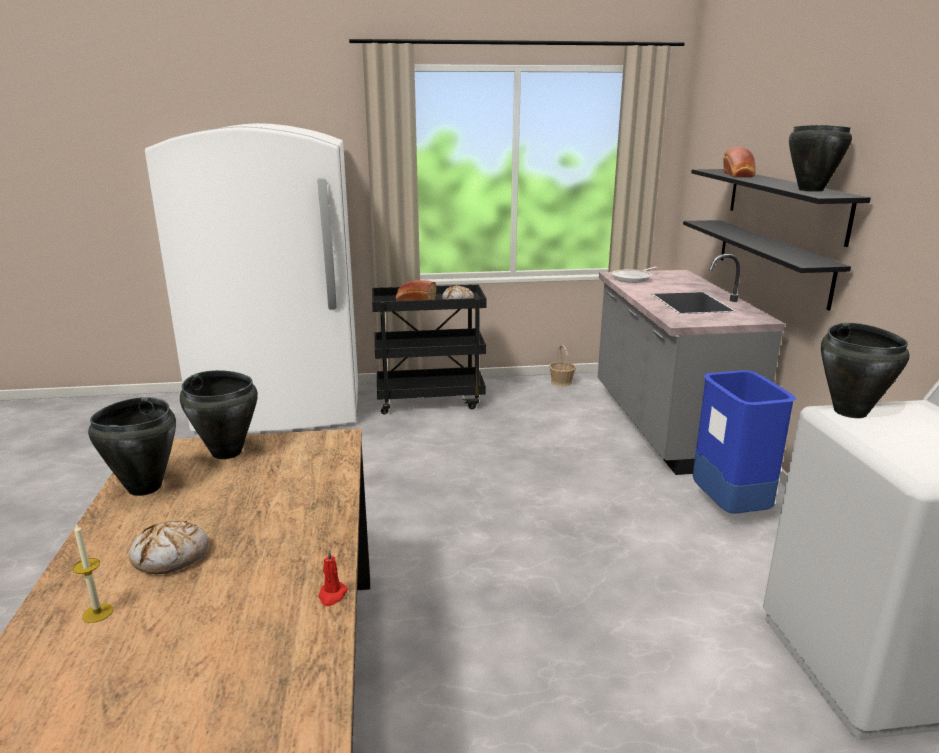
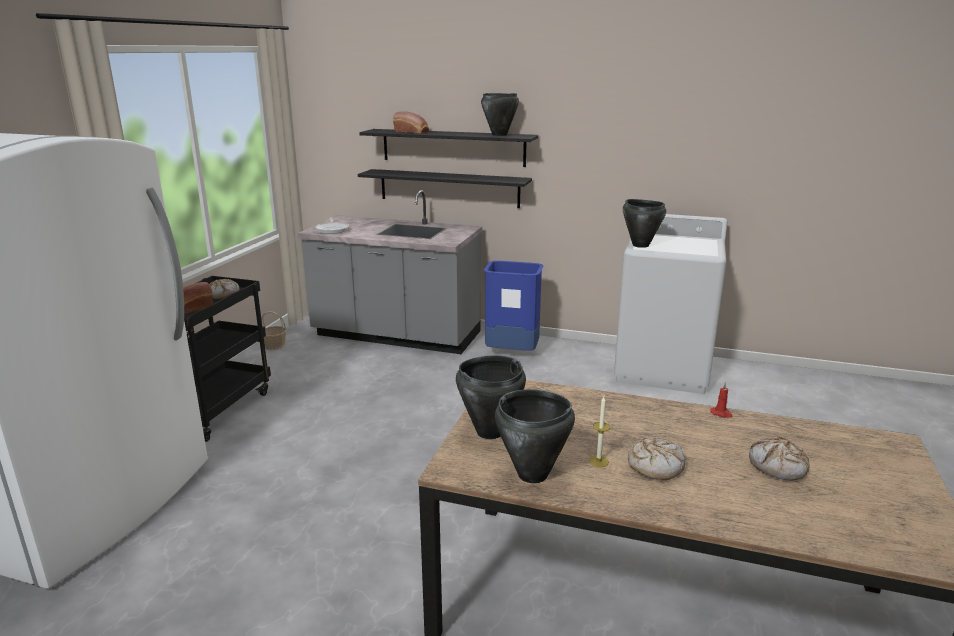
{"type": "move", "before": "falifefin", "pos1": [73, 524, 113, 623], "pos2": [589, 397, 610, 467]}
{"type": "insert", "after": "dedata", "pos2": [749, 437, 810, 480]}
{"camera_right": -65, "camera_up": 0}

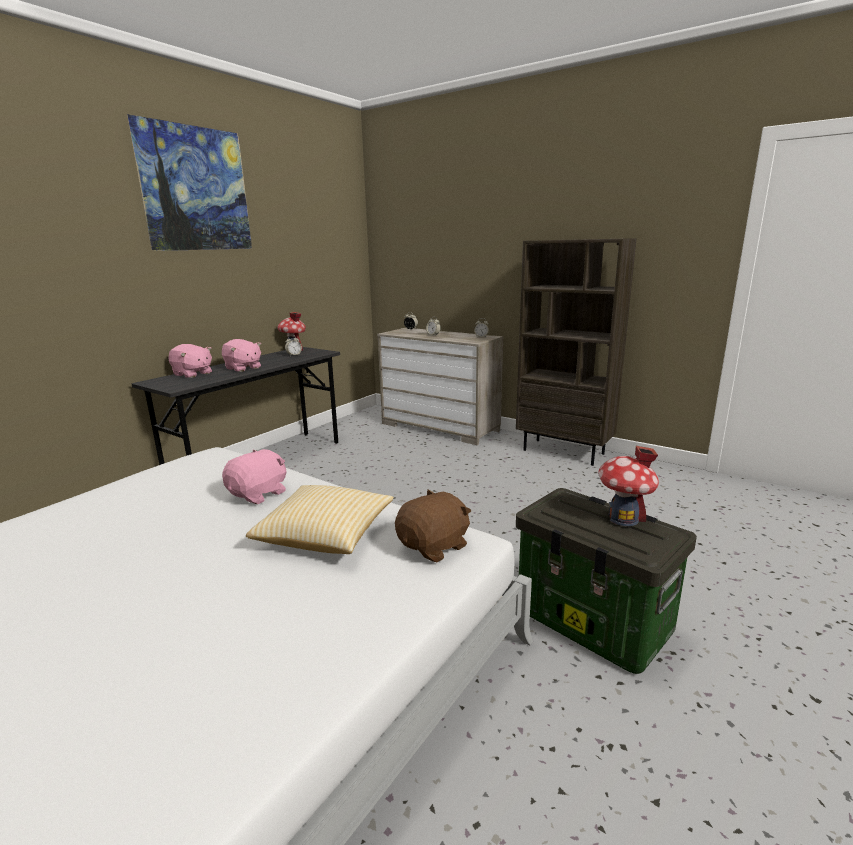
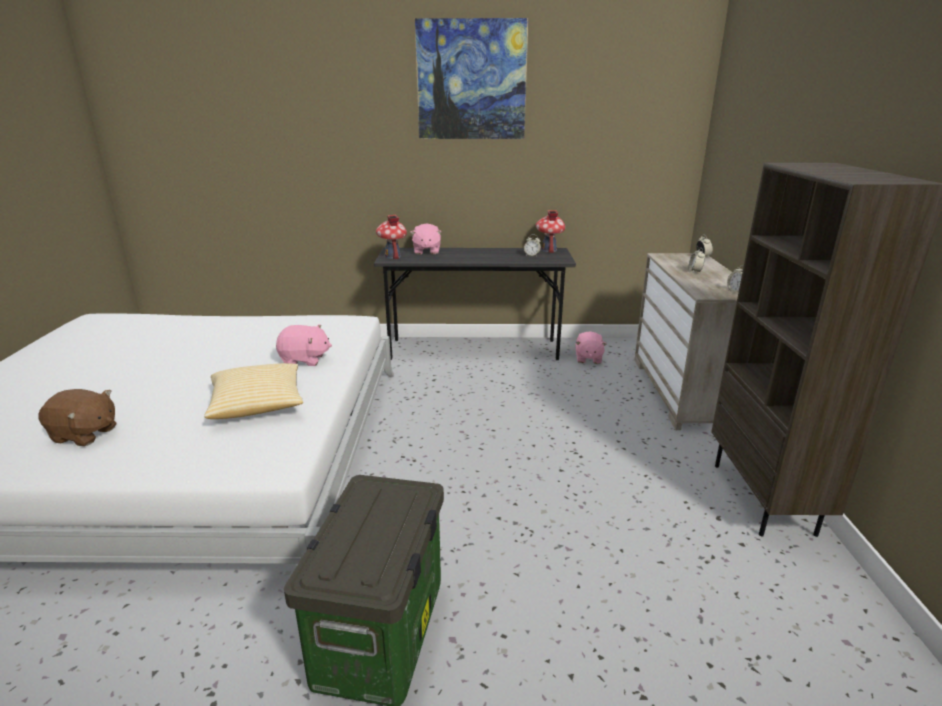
{"type": "move", "before": "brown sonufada", "pos1": [395, 490, 471, 563], "pos2": [39, 389, 117, 446]}
{"type": "move", "before": "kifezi", "pos1": [599, 446, 659, 526], "pos2": [376, 215, 407, 260]}
{"type": "move", "before": "pink sonufada", "pos1": [222, 339, 261, 372], "pos2": [575, 331, 607, 364]}
{"camera_right": 55, "camera_up": 5}

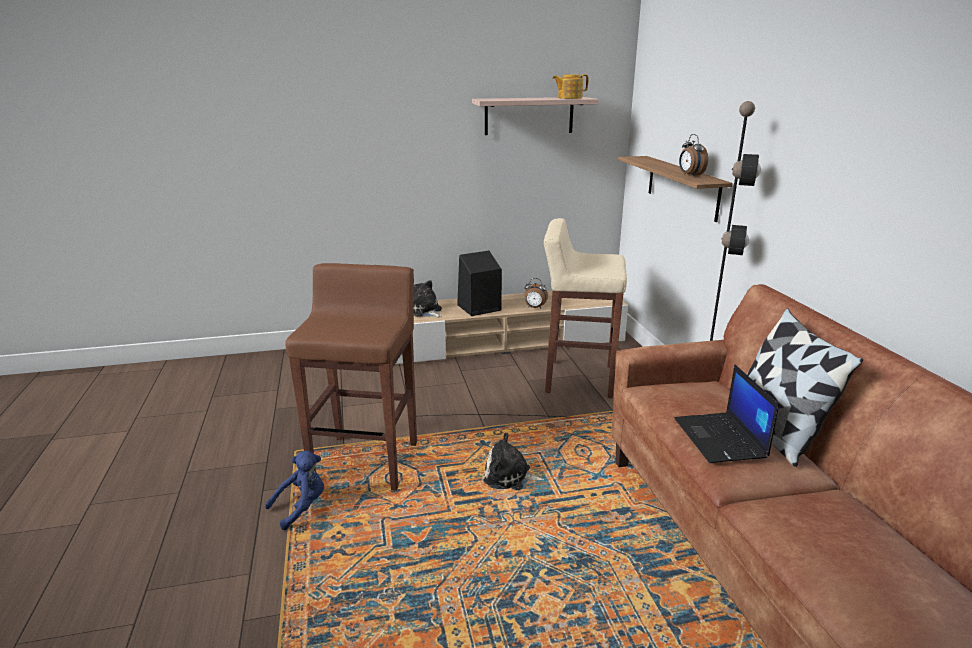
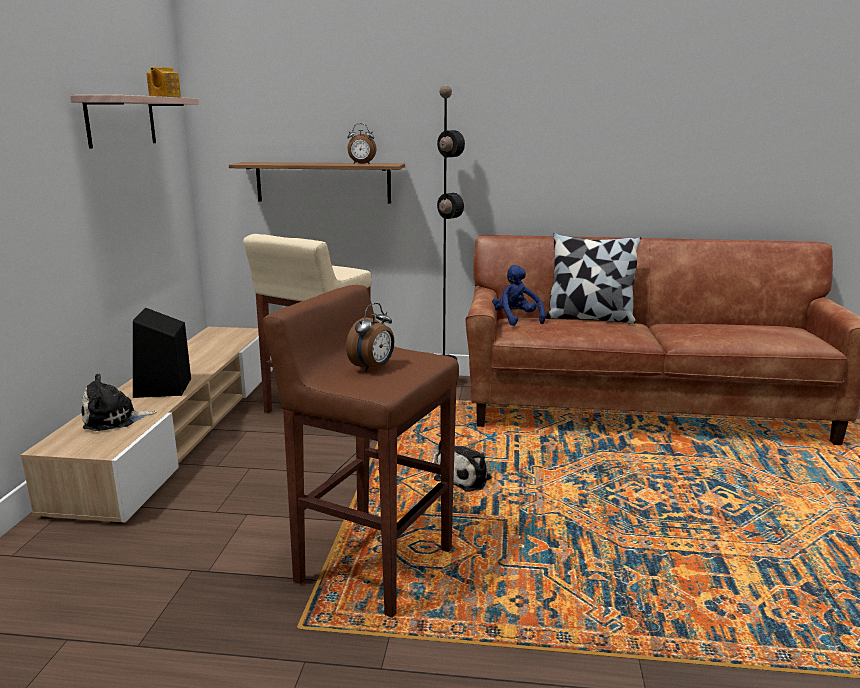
{"type": "move", "before": "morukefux", "pos1": [524, 278, 548, 309], "pos2": [346, 303, 394, 372]}
{"type": "move", "before": "blue sonufada", "pos1": [265, 451, 324, 530], "pos2": [492, 265, 545, 326]}
{"type": "delete", "before": "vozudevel", "pos1": [674, 364, 779, 463]}
{"camera_right": -70, "camera_up": -5}

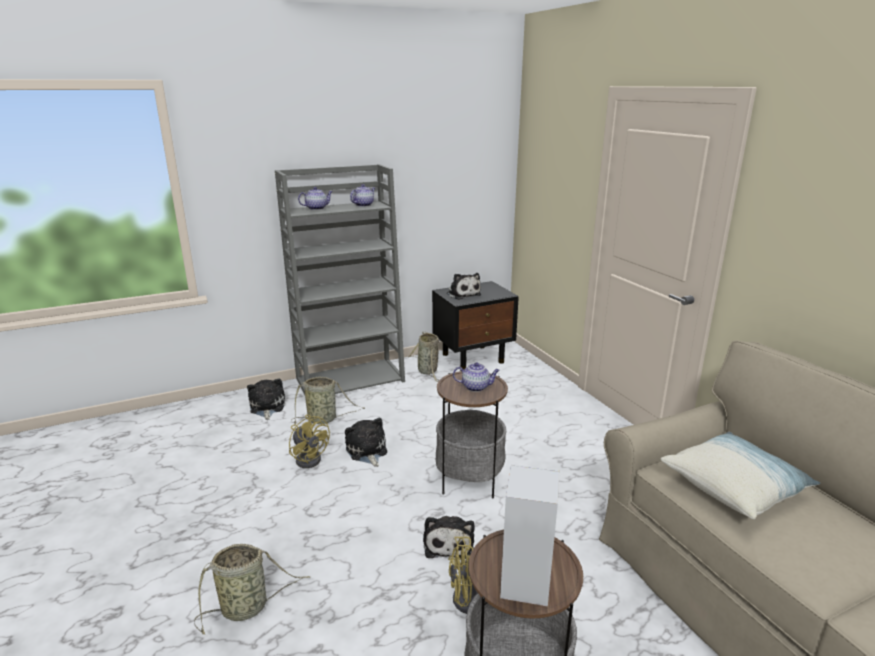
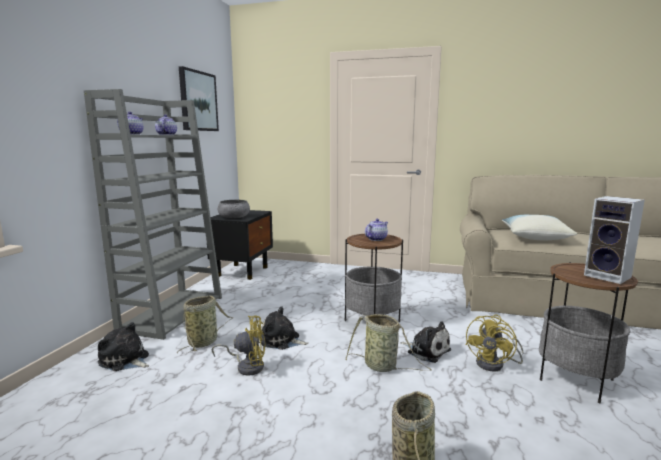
{"type": "insert", "after": "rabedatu", "pos2": [179, 66, 219, 131]}
{"type": "replace", "before": "sonufada", "after": "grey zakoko", "pos1": [447, 273, 481, 300], "pos2": [218, 200, 250, 218]}
{"type": "move", "before": "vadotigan", "pos1": [409, 332, 439, 382], "pos2": [345, 314, 431, 372]}
{"camera_right": -50, "camera_up": -10}

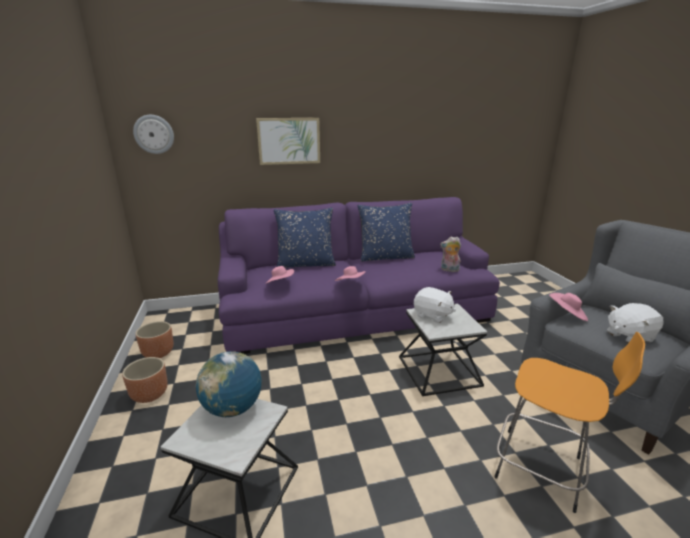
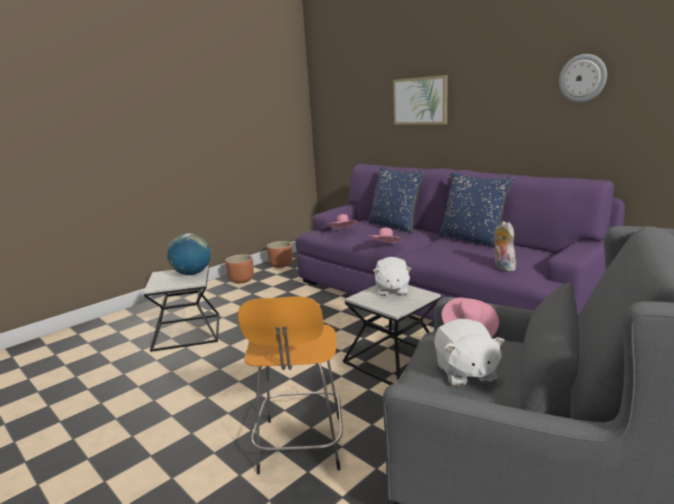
{"type": "rotate", "before": "white sonufada", "pos1": [607, 303, 663, 344], "pos2": [434, 319, 505, 387], "turn": -135}
{"type": "move", "before": "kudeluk", "pos1": [133, 115, 174, 154], "pos2": [559, 54, 607, 102]}
{"camera_right": 60, "camera_up": -5}

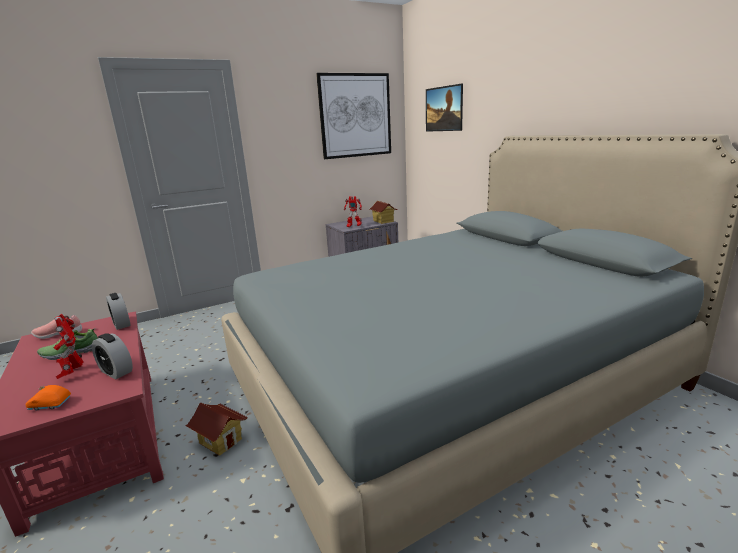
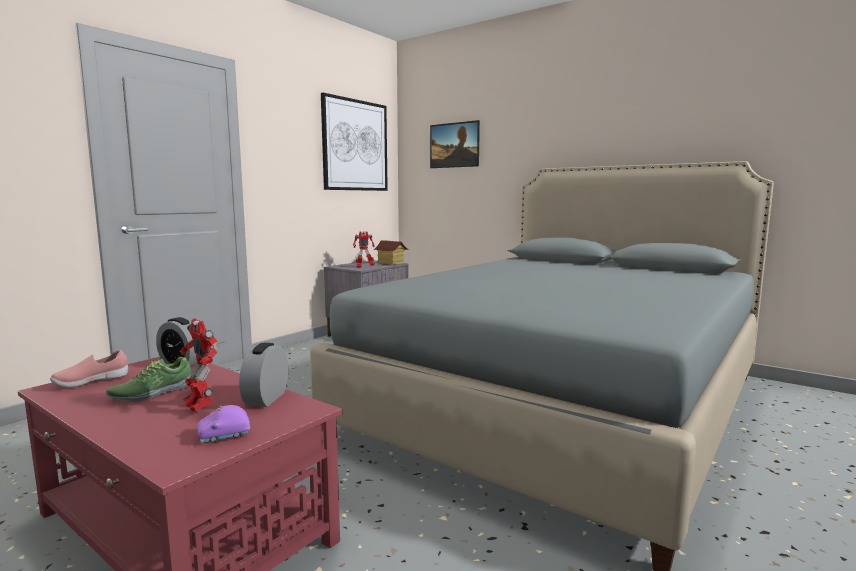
{"type": "recolor", "before": "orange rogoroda", "after": "purple rogoroda", "pos1": [26, 385, 71, 410], "pos2": [197, 405, 250, 443]}
{"type": "rotate", "before": "morukefux", "pos1": [92, 333, 133, 380], "pos2": [239, 343, 288, 407], "turn": 90}
{"type": "delete", "before": "kifezi", "pos1": [185, 403, 248, 456]}
{"camera_right": -25, "camera_up": -10}

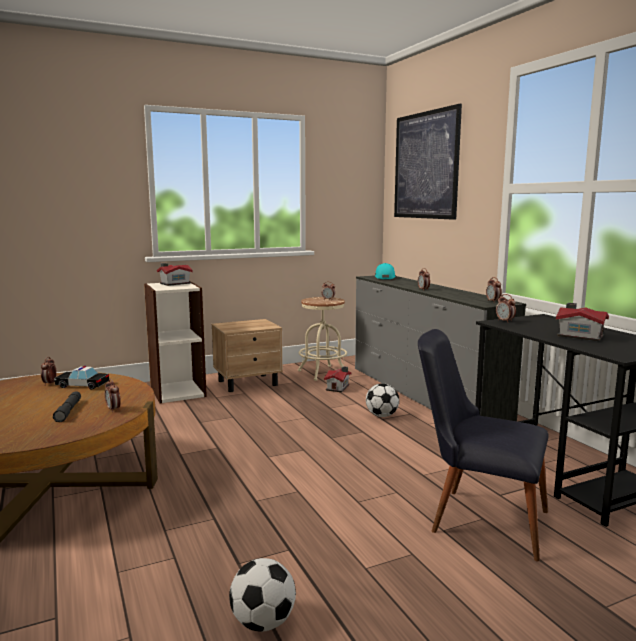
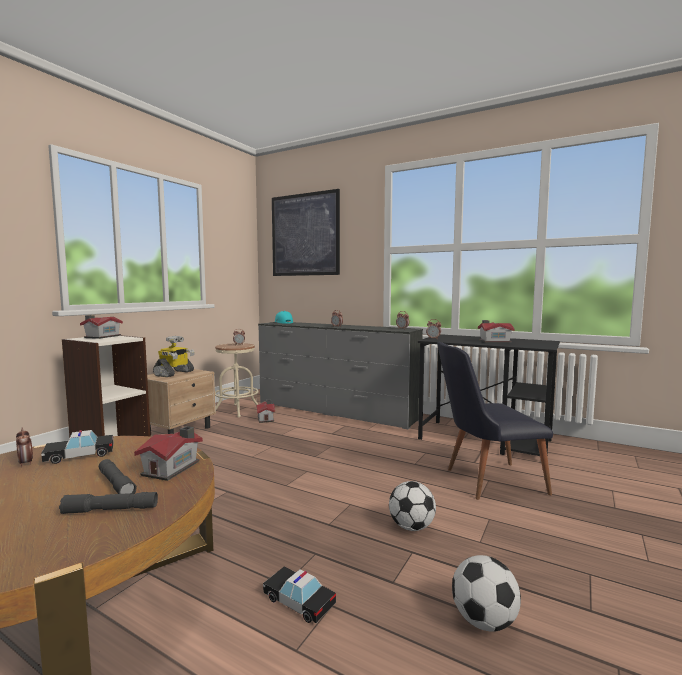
{"type": "insert", "after": "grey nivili", "pos2": [59, 492, 158, 514]}
{"type": "replace", "before": "morukefux", "after": "kifezi", "pos1": [105, 379, 121, 412], "pos2": [134, 426, 203, 481]}
{"type": "insert", "after": "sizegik", "pos2": [153, 336, 195, 377]}
{"type": "insert", "after": "rogoroda", "pos2": [263, 566, 336, 623]}
{"type": "move", "before": "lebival", "pos1": [366, 383, 399, 417], "pos2": [389, 481, 436, 531]}
{"camera_right": -35, "camera_up": -5}

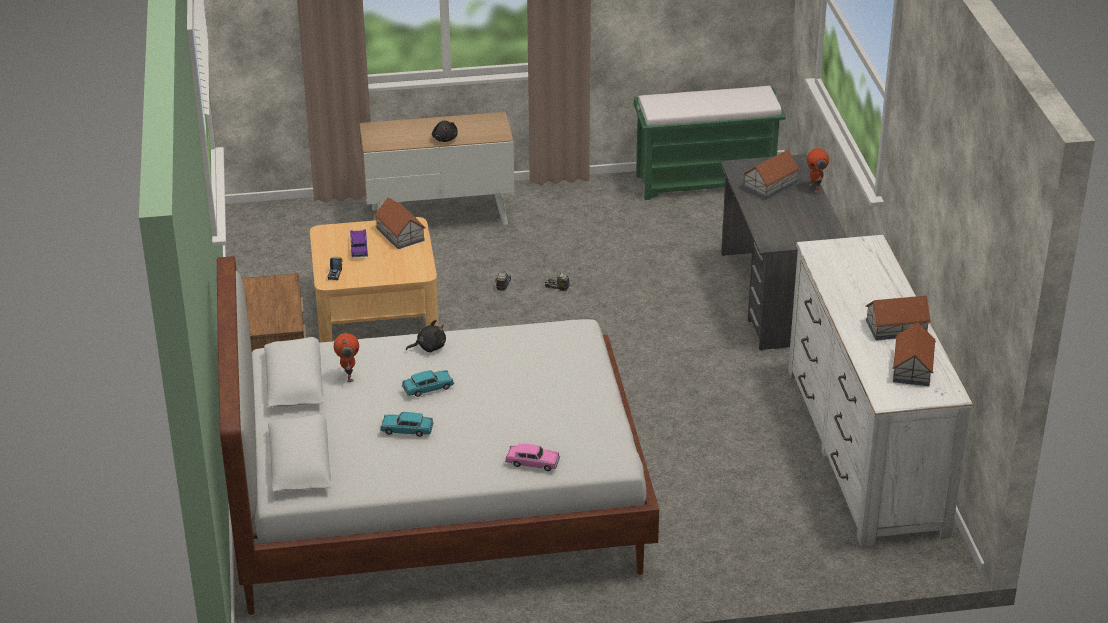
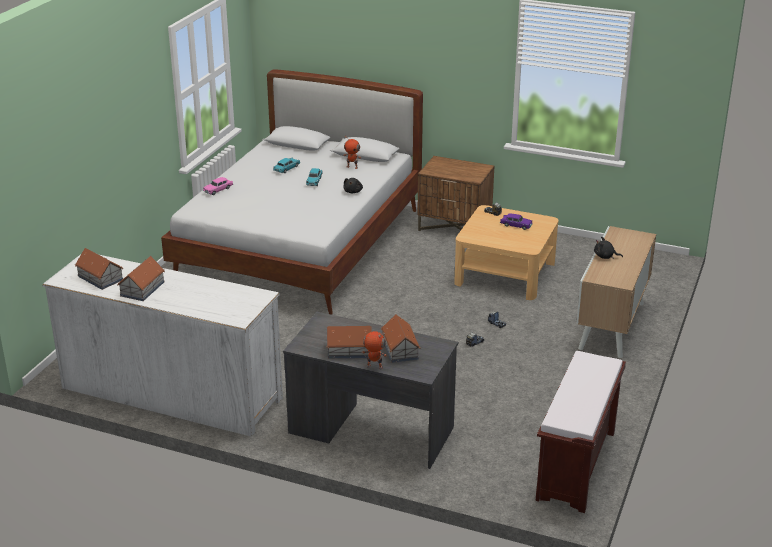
{"type": "move", "before": "kifezi", "pos1": [375, 197, 426, 249], "pos2": [326, 326, 372, 358]}
{"type": "recolor", "before": "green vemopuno", "after": "brown vemopuno", "pos1": [634, 86, 786, 200], "pos2": [536, 351, 626, 513]}
{"camera_right": 120, "camera_up": -5}

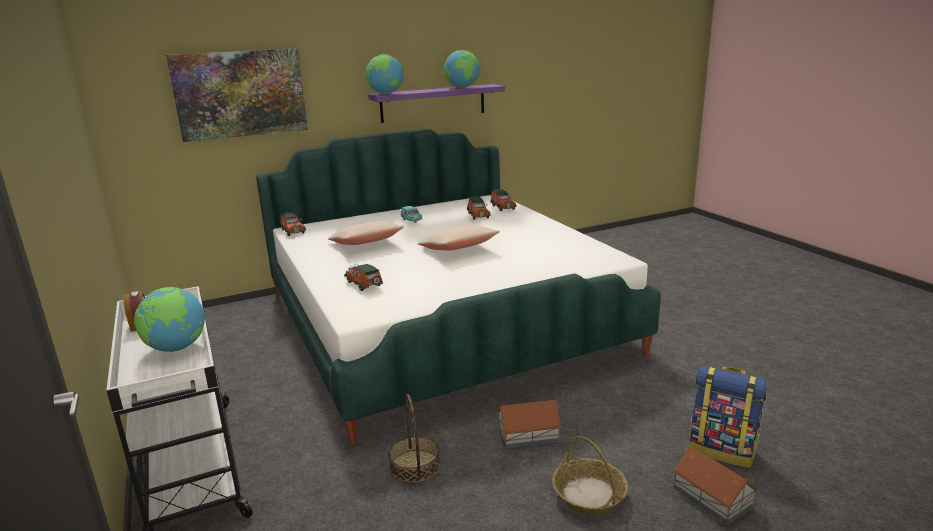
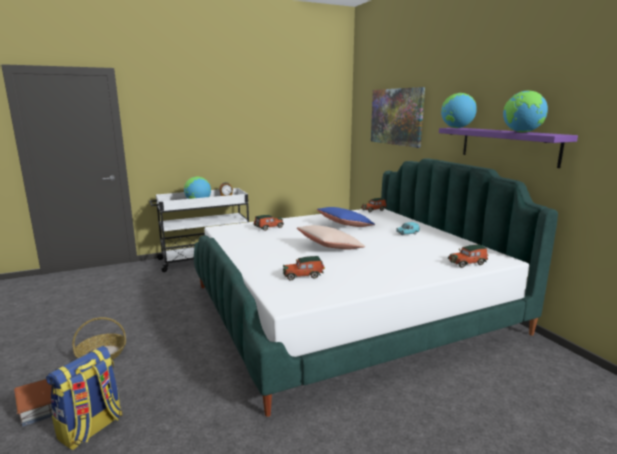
{"type": "move", "before": "rogoroda", "pos1": [467, 197, 491, 220], "pos2": [283, 256, 325, 280]}
{"type": "recolor", "before": "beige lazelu", "after": "blue lazelu", "pos1": [328, 221, 404, 245], "pos2": [317, 207, 375, 227]}
{"type": "delete", "before": "vadotigan", "pos1": [388, 394, 440, 483]}
{"type": "delete", "before": "kifezi", "pos1": [496, 400, 562, 449]}
{"camera_right": 90, "camera_up": -5}

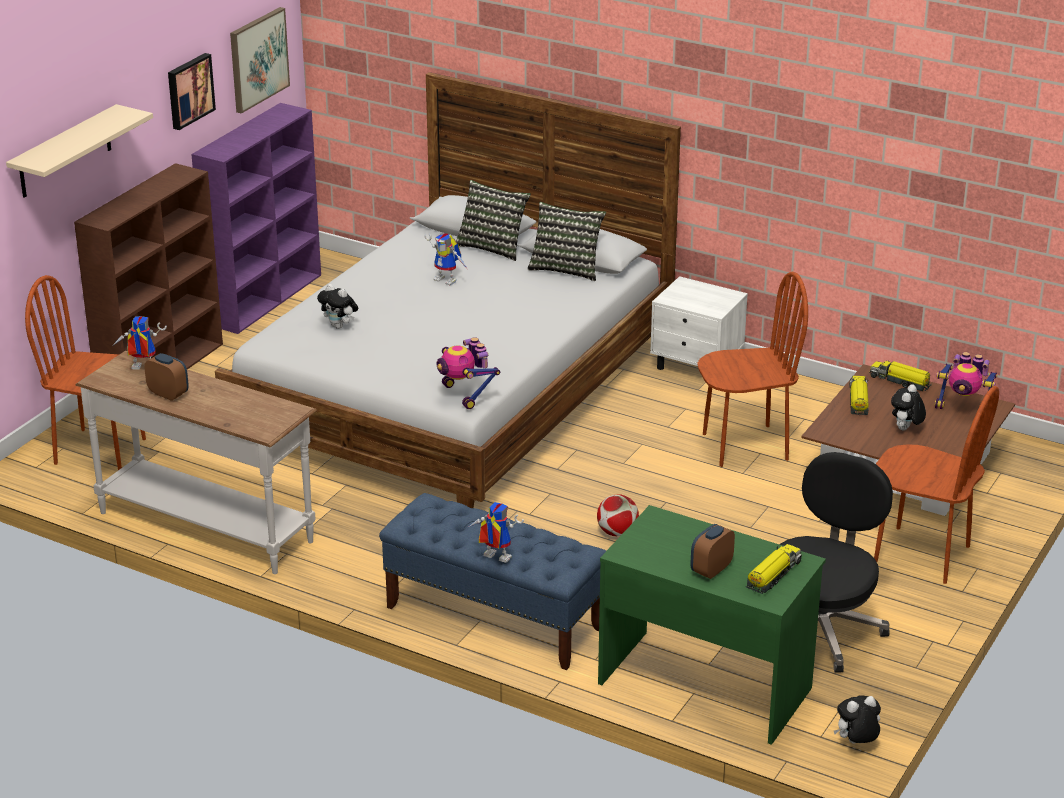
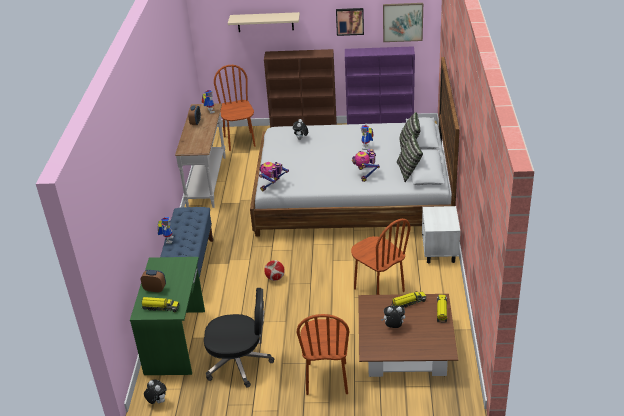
{"type": "move", "before": "sizegik", "pos1": [935, 352, 998, 409], "pos2": [352, 149, 380, 182]}
{"camera_right": 65, "camera_up": 5}

